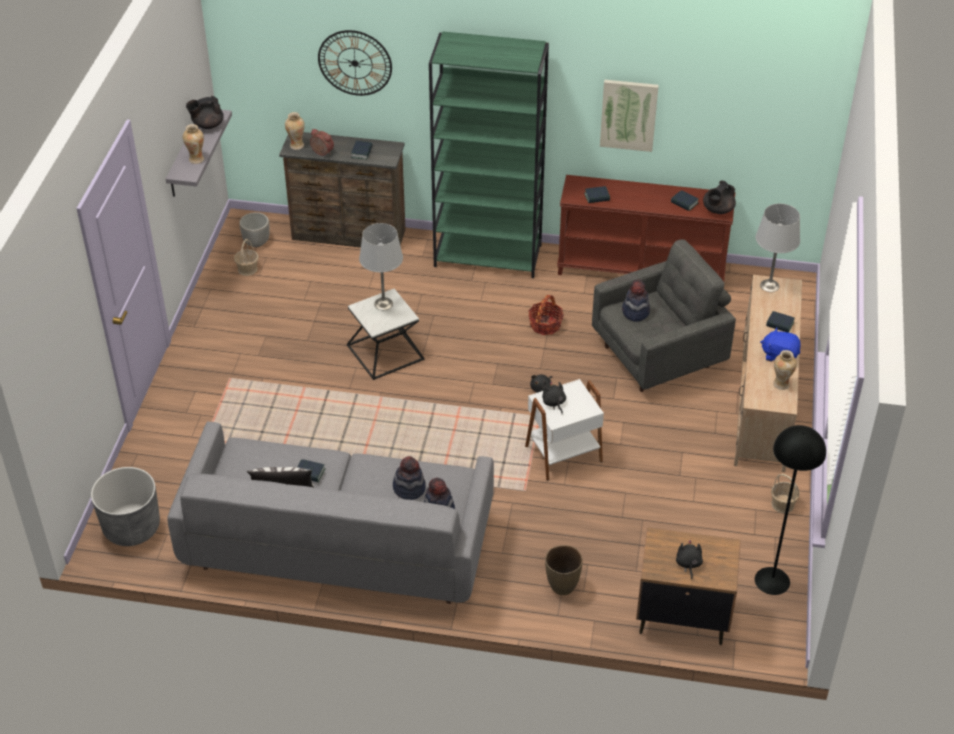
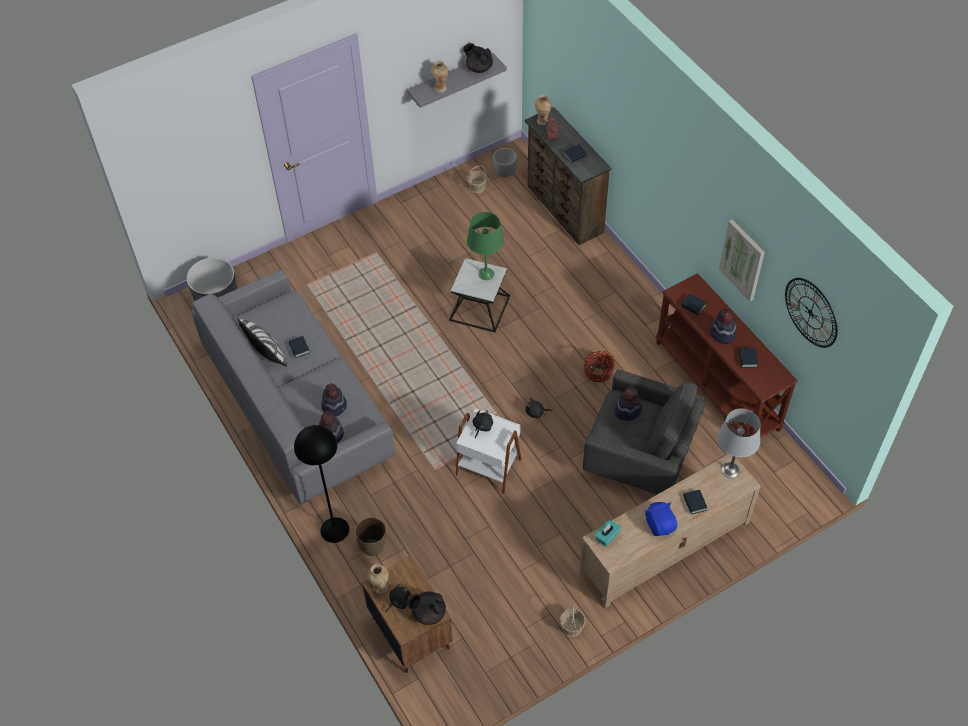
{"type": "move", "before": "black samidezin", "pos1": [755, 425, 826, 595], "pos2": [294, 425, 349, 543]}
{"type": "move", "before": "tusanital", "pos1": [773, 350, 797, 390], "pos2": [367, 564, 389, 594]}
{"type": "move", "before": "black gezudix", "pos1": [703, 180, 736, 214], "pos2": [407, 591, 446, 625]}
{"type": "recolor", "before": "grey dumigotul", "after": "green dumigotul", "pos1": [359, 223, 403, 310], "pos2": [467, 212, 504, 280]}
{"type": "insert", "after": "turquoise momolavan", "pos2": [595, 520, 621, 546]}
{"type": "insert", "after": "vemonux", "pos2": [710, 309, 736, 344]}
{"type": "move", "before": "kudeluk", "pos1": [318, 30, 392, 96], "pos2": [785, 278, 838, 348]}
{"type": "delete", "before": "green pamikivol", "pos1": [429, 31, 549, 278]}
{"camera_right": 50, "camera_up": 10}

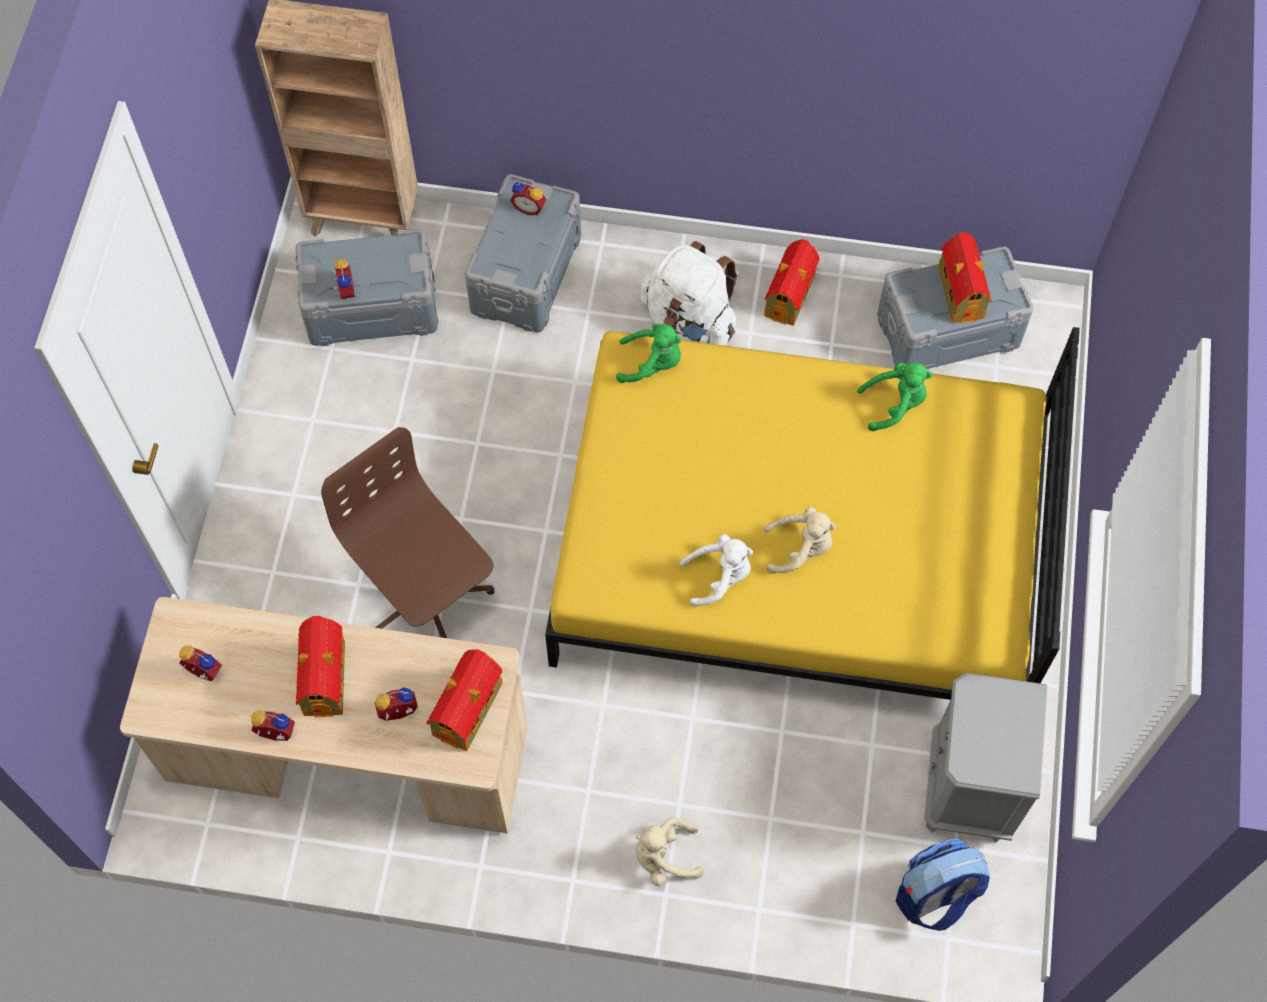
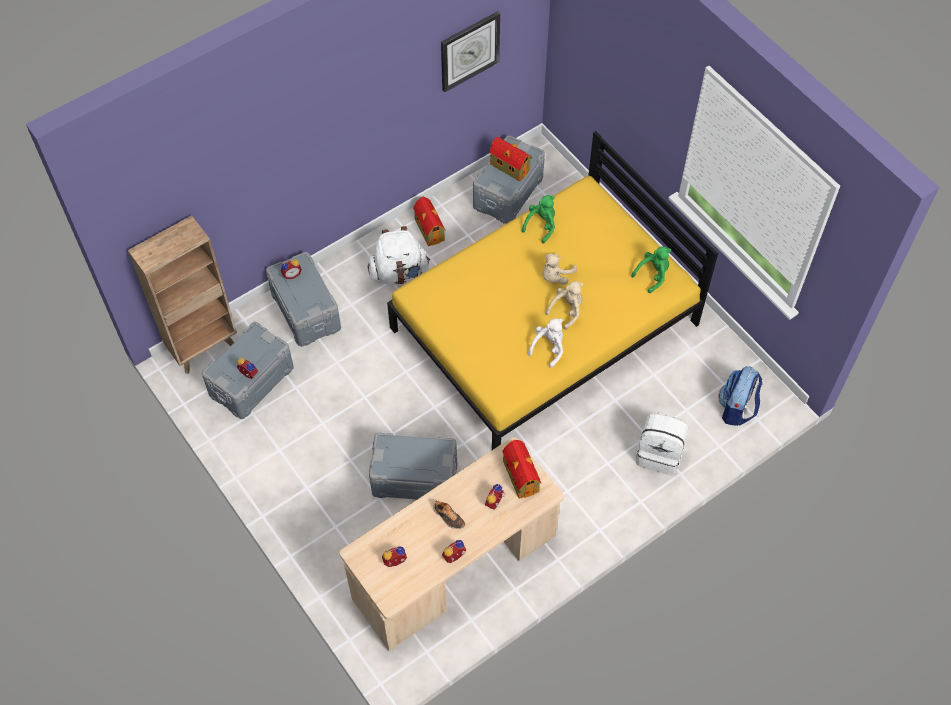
{"type": "replace", "before": "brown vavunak", "after": "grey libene", "pos1": [321, 427, 494, 638], "pos2": [369, 433, 457, 499]}
{"type": "replace", "before": "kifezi", "after": "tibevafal", "pos1": [296, 616, 345, 717], "pos2": [433, 500, 465, 529]}
{"type": "insert", "after": "kudeluk", "pos2": [441, 11, 500, 92]}
{"type": "move", "before": "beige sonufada", "pos1": [636, 817, 704, 886], "pos2": [543, 254, 577, 285]}
{"type": "move", "before": "green sonufada", "pos1": [616, 323, 681, 383], "pos2": [631, 246, 671, 293]}
{"type": "insert", "after": "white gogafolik", "pos2": [636, 412, 688, 475]}
{"type": "delete", "before": "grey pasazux", "pos1": [924, 673, 1047, 842]}
{"camera_right": -45, "camera_up": -5}

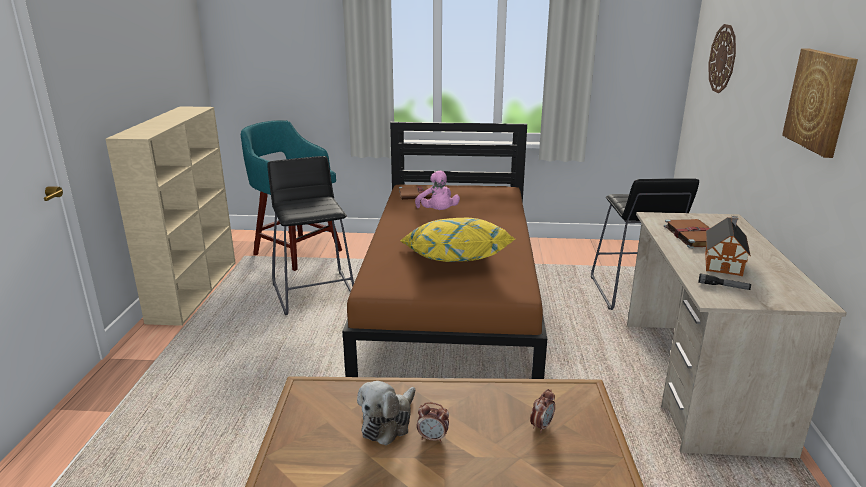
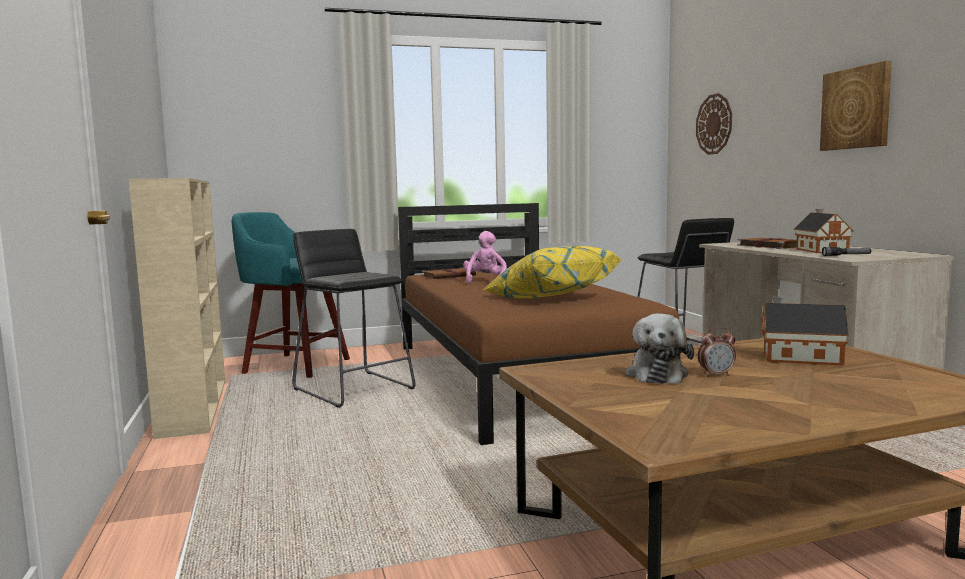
{"type": "rotate", "before": "pink sonufada", "pos1": [415, 171, 460, 210], "pos2": [463, 231, 507, 283], "turn": -135}
{"type": "replace", "before": "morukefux", "after": "kifezi", "pos1": [530, 389, 555, 433], "pos2": [761, 297, 849, 366]}
{"camera_right": -20, "camera_up": -15}

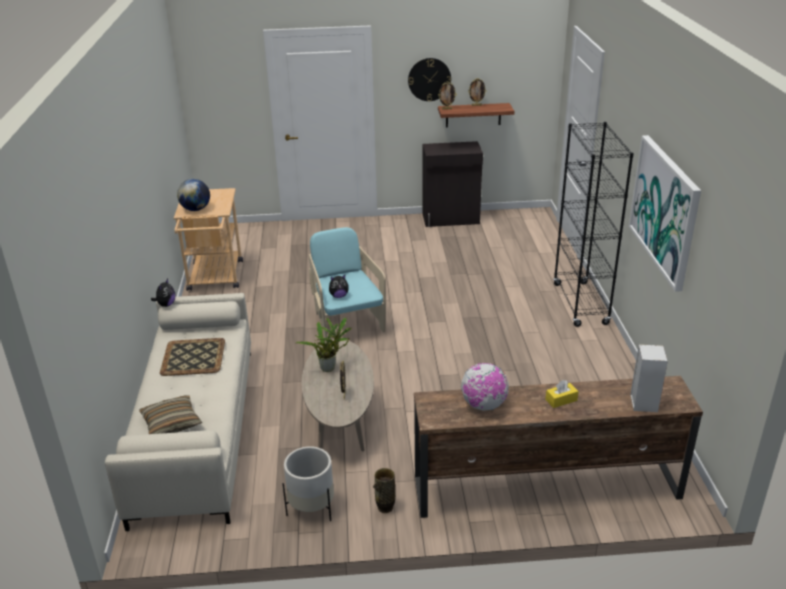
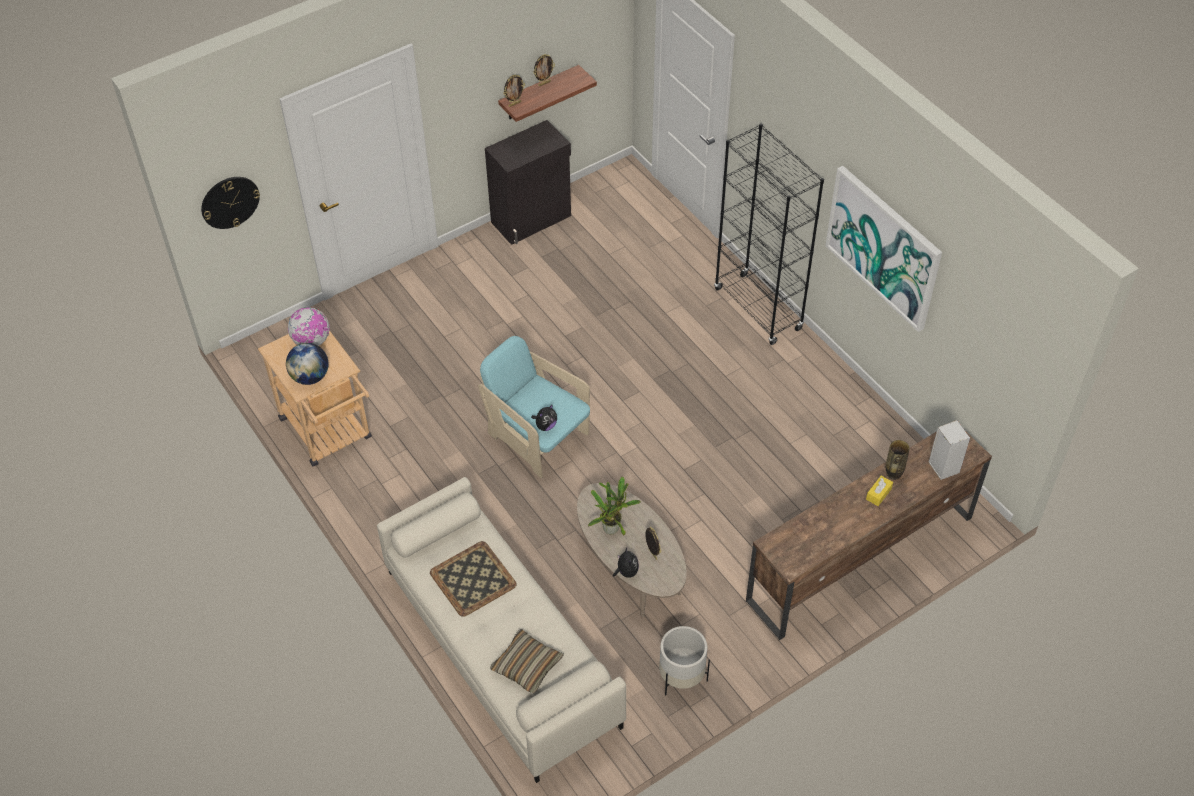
{"type": "move", "before": "kudeluk", "pos1": [408, 58, 451, 101], "pos2": [201, 177, 260, 229]}
{"type": "move", "before": "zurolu", "pos1": [461, 363, 509, 411], "pos2": [288, 307, 330, 346]}
{"type": "move", "before": "sonufada", "pos1": [151, 279, 175, 307], "pos2": [613, 548, 639, 578]}
{"type": "move", "before": "tusanital", "pos1": [373, 468, 395, 513], "pos2": [886, 440, 910, 480]}
{"camera_right": -30, "camera_up": 20}

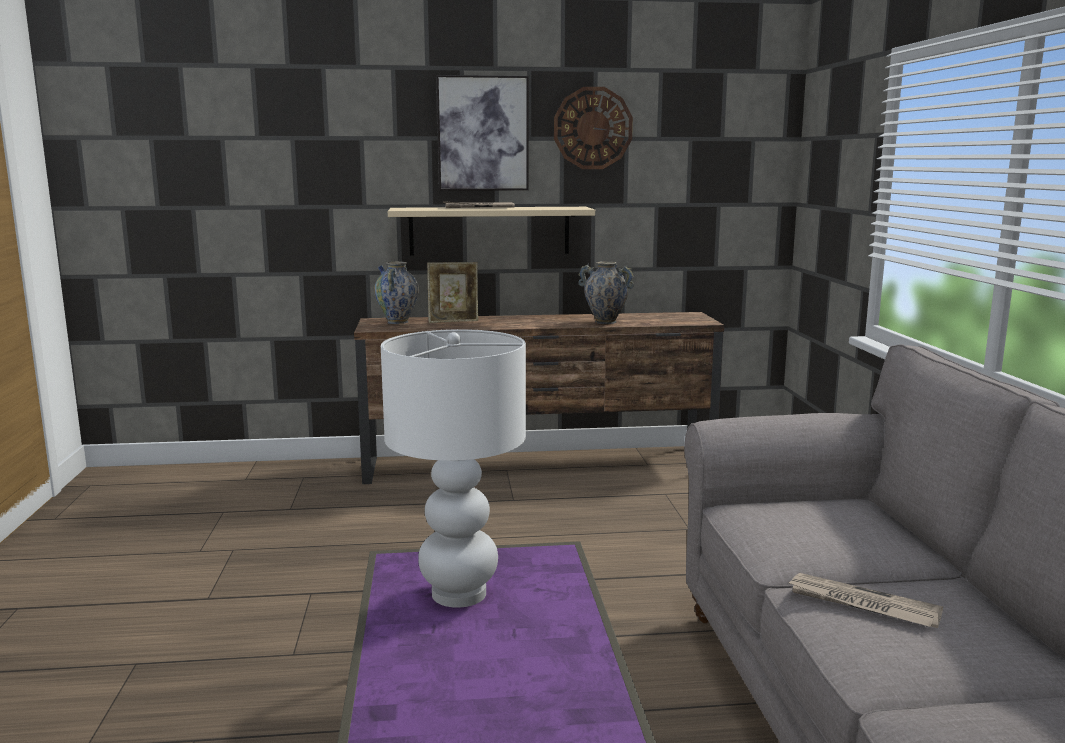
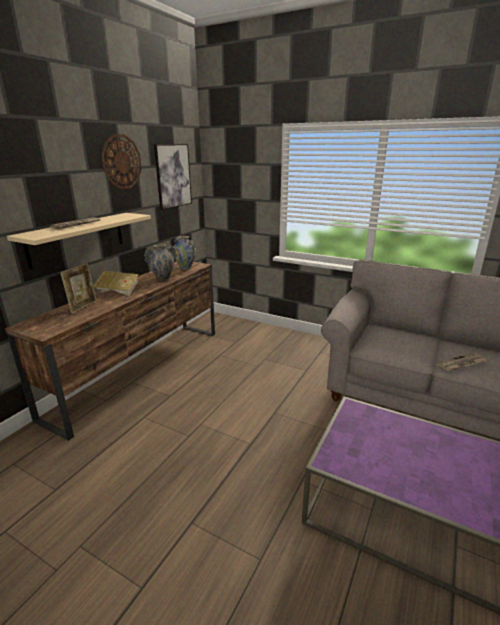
{"type": "insert", "after": "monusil", "pos2": [93, 271, 139, 296]}
{"type": "move", "before": "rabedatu", "pos1": [436, 75, 529, 191], "pos2": [154, 144, 192, 210]}
{"type": "move", "before": "tusanital", "pos1": [374, 261, 419, 324], "pos2": [172, 236, 196, 270]}
{"type": "delete", "before": "white dumigotul", "pos1": [381, 329, 526, 608]}
{"camera_right": -55, "camera_up": 10}

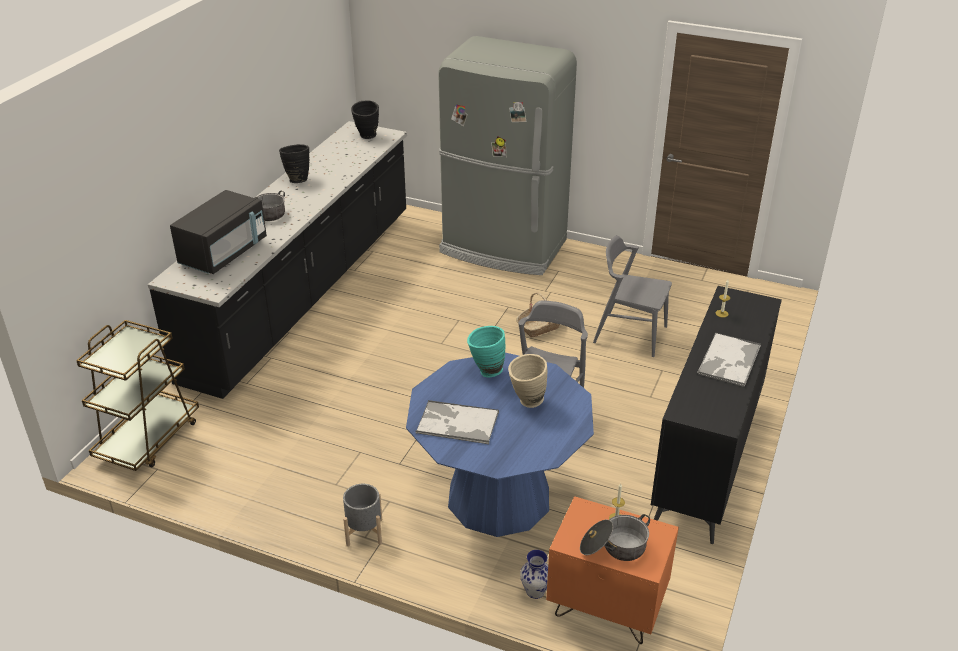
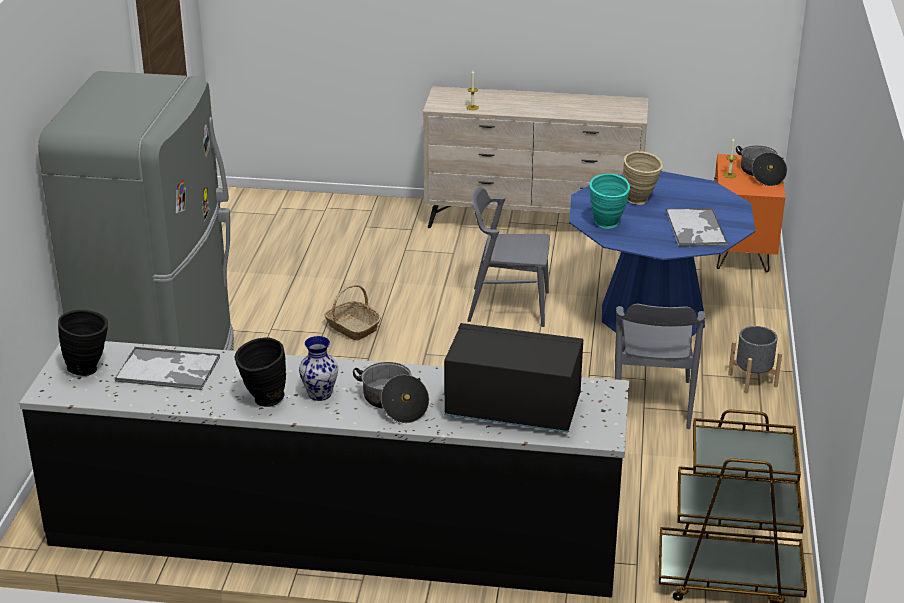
{"type": "move", "before": "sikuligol", "pos1": [697, 332, 761, 387], "pos2": [115, 346, 220, 390]}
{"type": "move", "before": "tusanital", "pos1": [520, 550, 548, 599], "pos2": [299, 336, 338, 401]}
{"type": "recolor", "before": "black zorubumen", "after": "beige zorubumen", "pos1": [651, 286, 782, 544], "pos2": [423, 86, 649, 228]}
{"type": "move", "before": "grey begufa", "pos1": [593, 235, 672, 357], "pos2": [615, 304, 705, 429]}
{"camera_right": -105, "camera_up": -5}

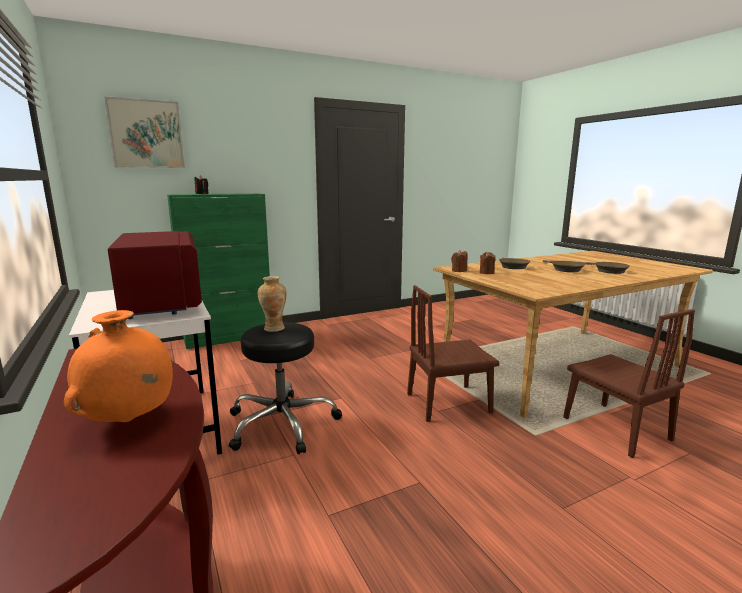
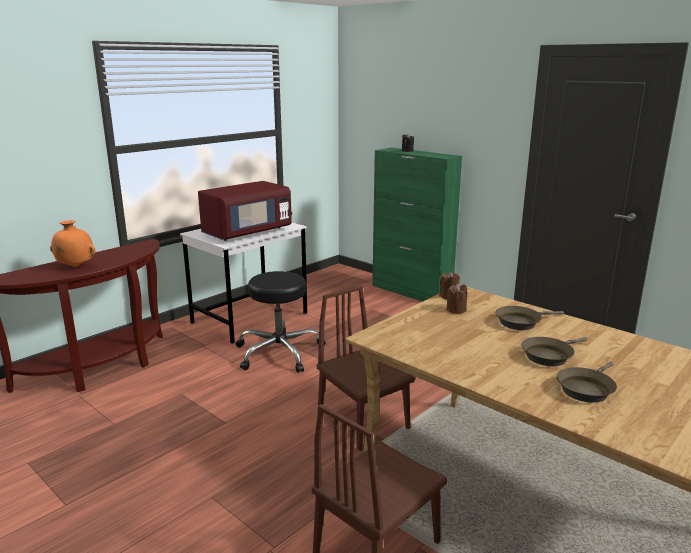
{"type": "delete", "before": "rabedatu", "pos1": [105, 97, 185, 168]}
{"type": "delete", "before": "tusanital", "pos1": [257, 276, 287, 332]}
{"camera_right": 70, "camera_up": 5}

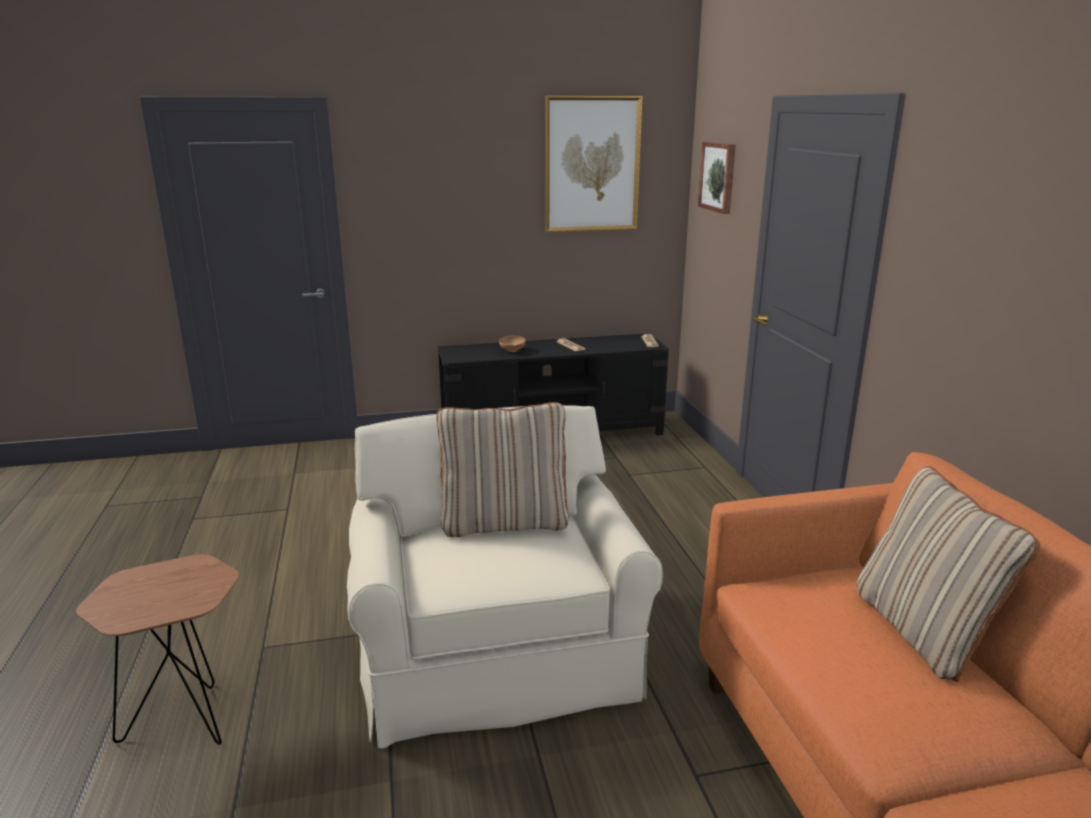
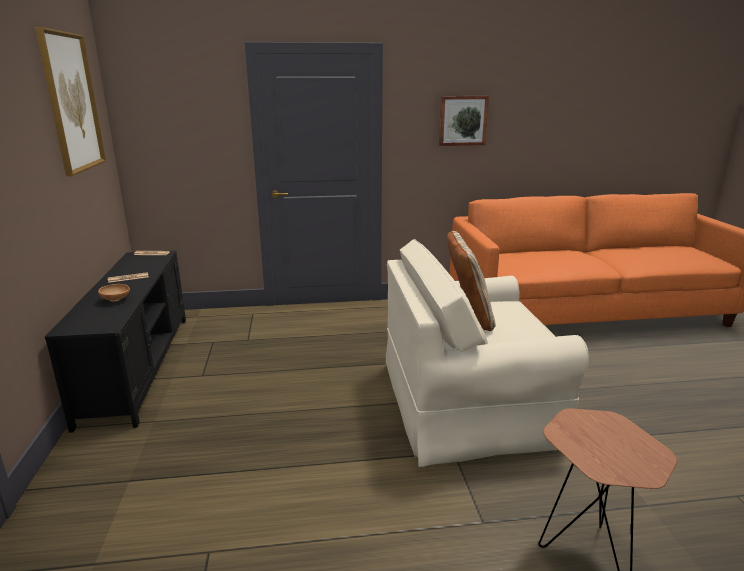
{"type": "move", "before": "rabedatu", "pos1": [698, 142, 736, 214], "pos2": [439, 96, 489, 146]}
{"type": "delete", "before": "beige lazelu", "pos1": [857, 466, 1040, 682]}
{"camera_right": -85, "camera_up": 0}

